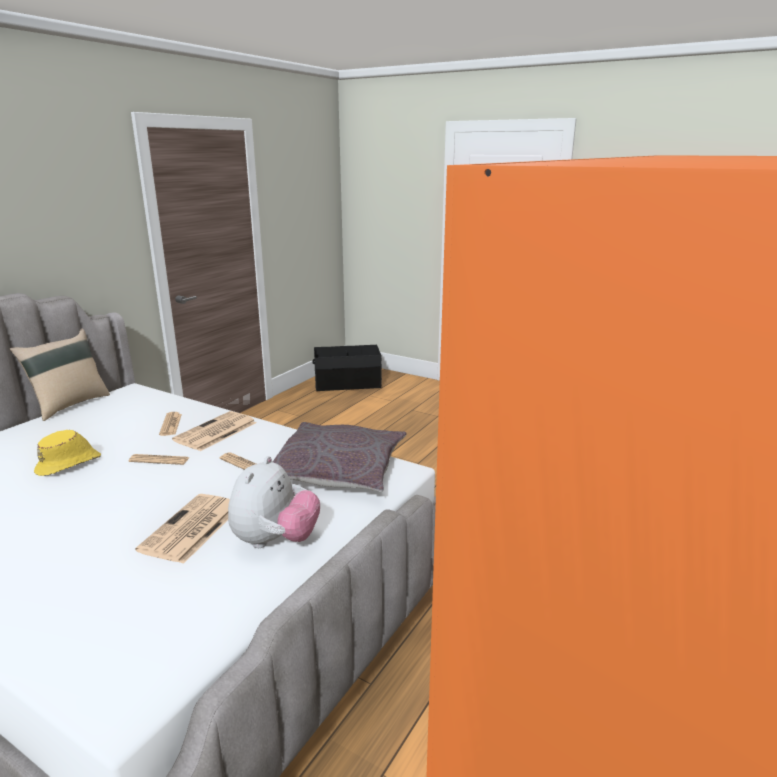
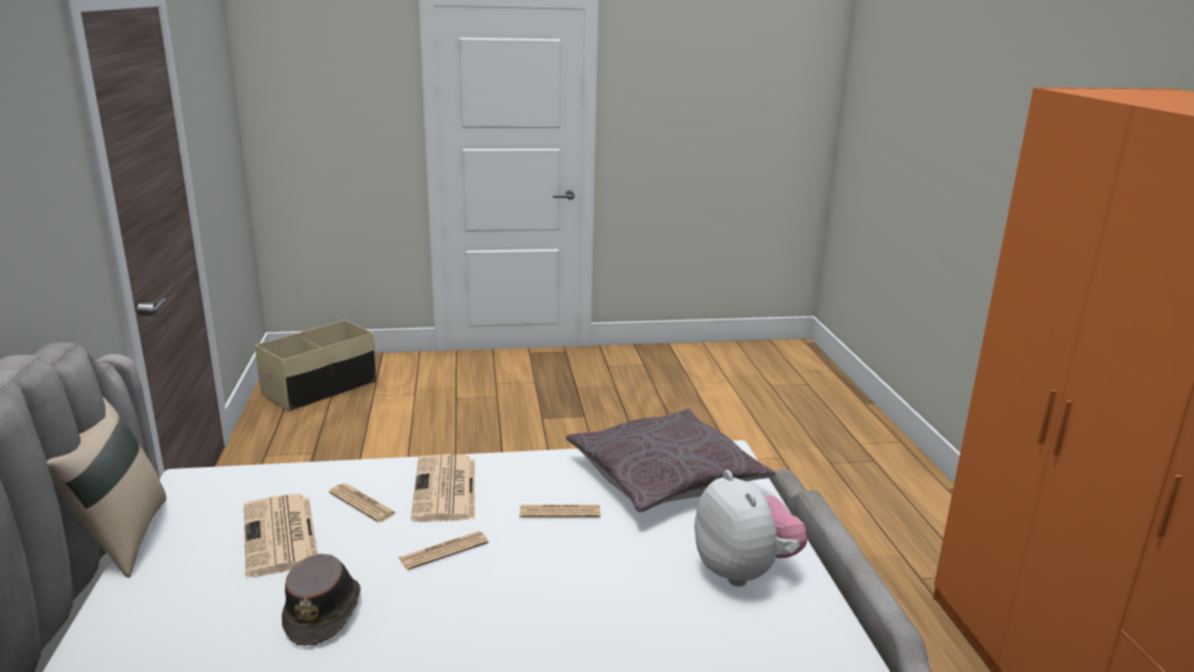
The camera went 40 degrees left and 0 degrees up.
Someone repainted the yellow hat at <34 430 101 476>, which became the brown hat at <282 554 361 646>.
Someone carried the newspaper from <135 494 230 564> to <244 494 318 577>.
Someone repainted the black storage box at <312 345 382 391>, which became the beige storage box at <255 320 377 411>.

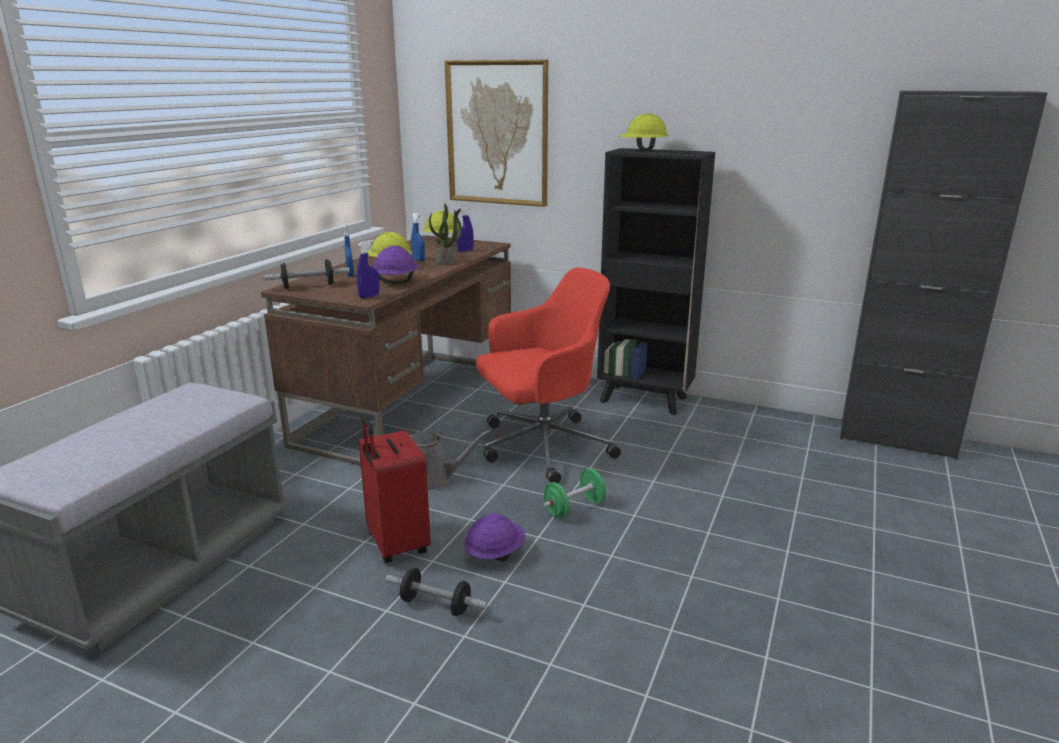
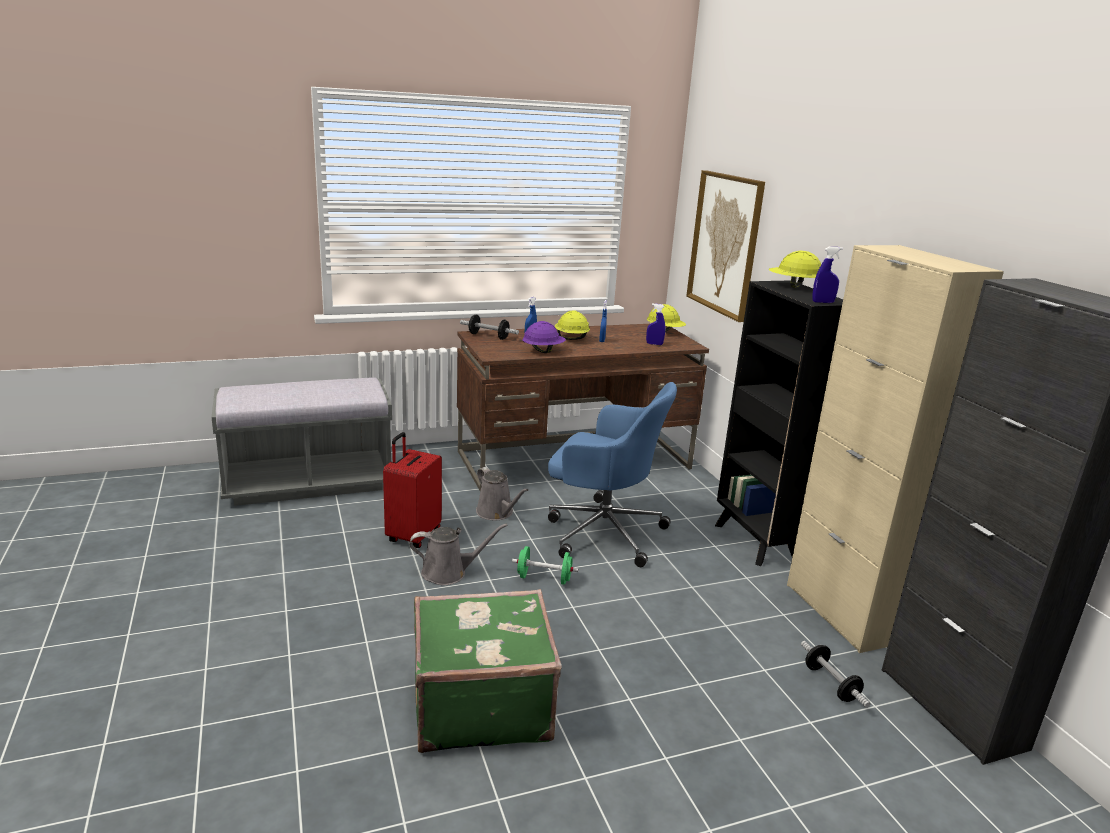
The camera went 45 degrees right and 0 degrees up.
Someone carried the blue spray bottle from <357 240 379 299> to <812 247 843 303>.
Someone carried the dumbbell from <385 568 487 616> to <801 641 870 708>.
Someone took away the potted plant at <429 204 462 265>.
Someone swapped the purple hard hat at <464 513 525 561> for the grey watering can at <410 524 507 585>.
Someone repainted the red office chair at <476 268 621 483>, which became the blue office chair at <548 382 677 567>.
Someone put down the green suitcase at <414 589 562 753>.
Someone put down the beige cabinet at <787 245 1004 653>.

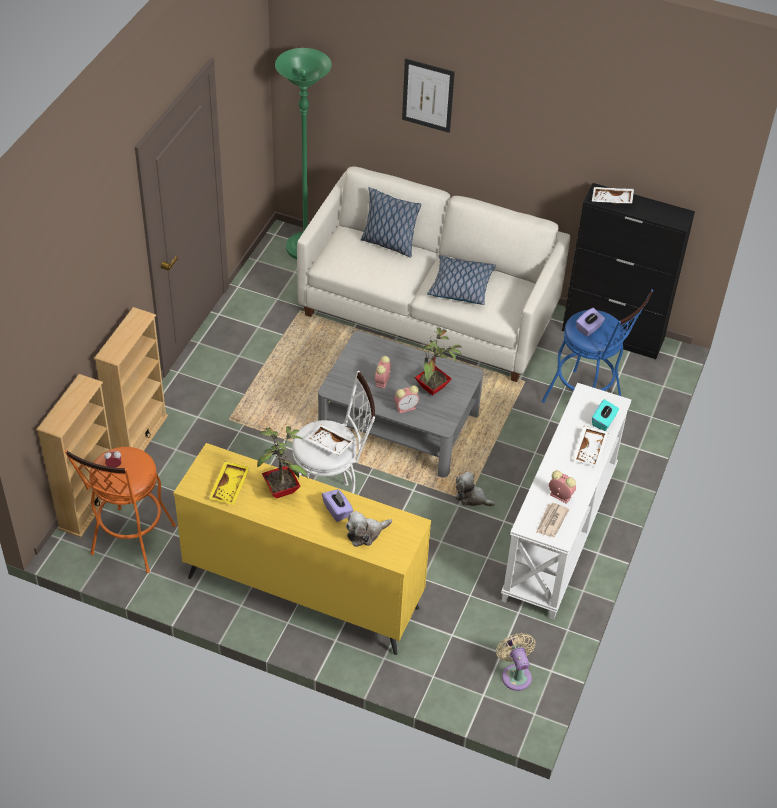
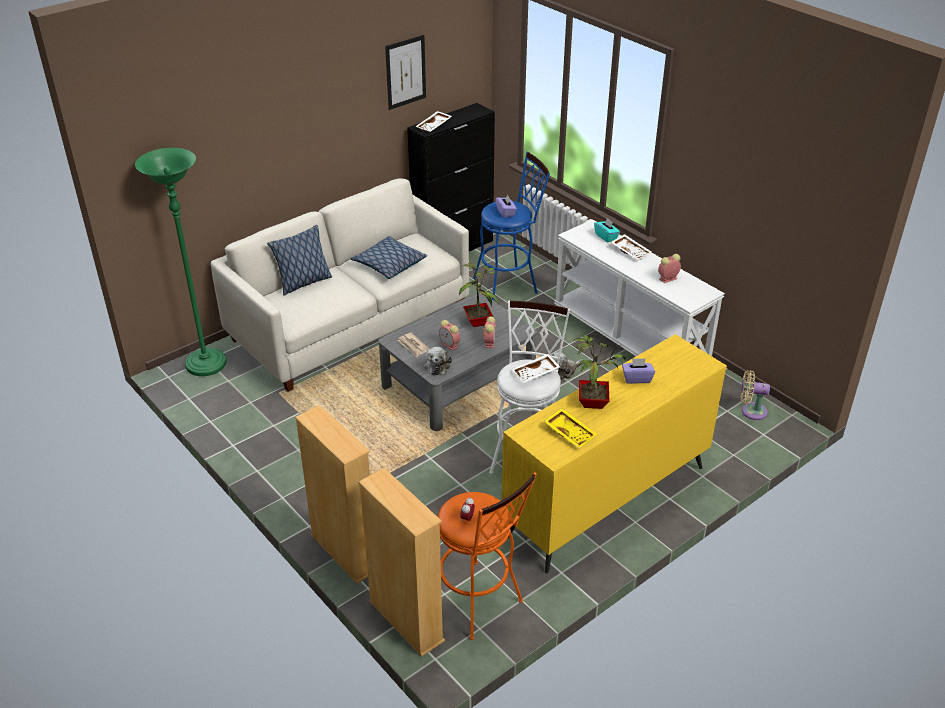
The camera went 60 degrees left and 10 degrees down.
Someone carried the plush toy from <346 511 392 547> to <424 346 452 375>.
Someone carried the picture from <402 58 455 133> to <385 35 426 110>.
Someone carried the newspaper from <536 503 569 537> to <397 332 430 357>.

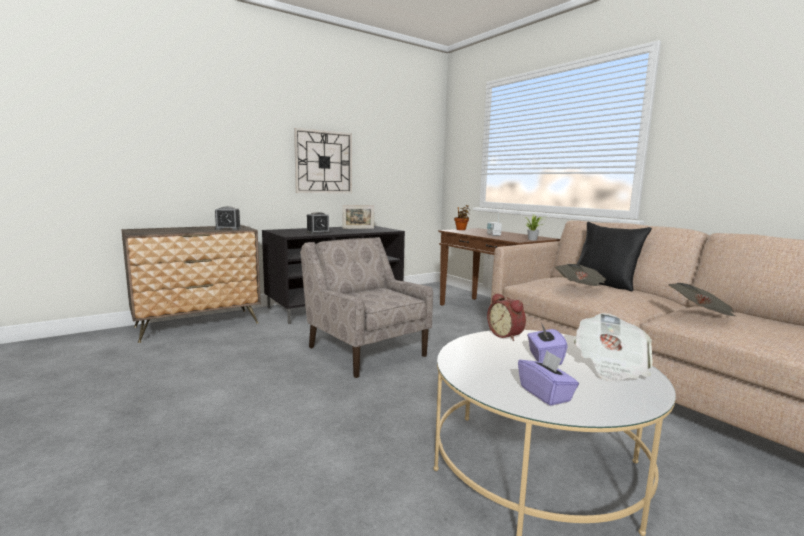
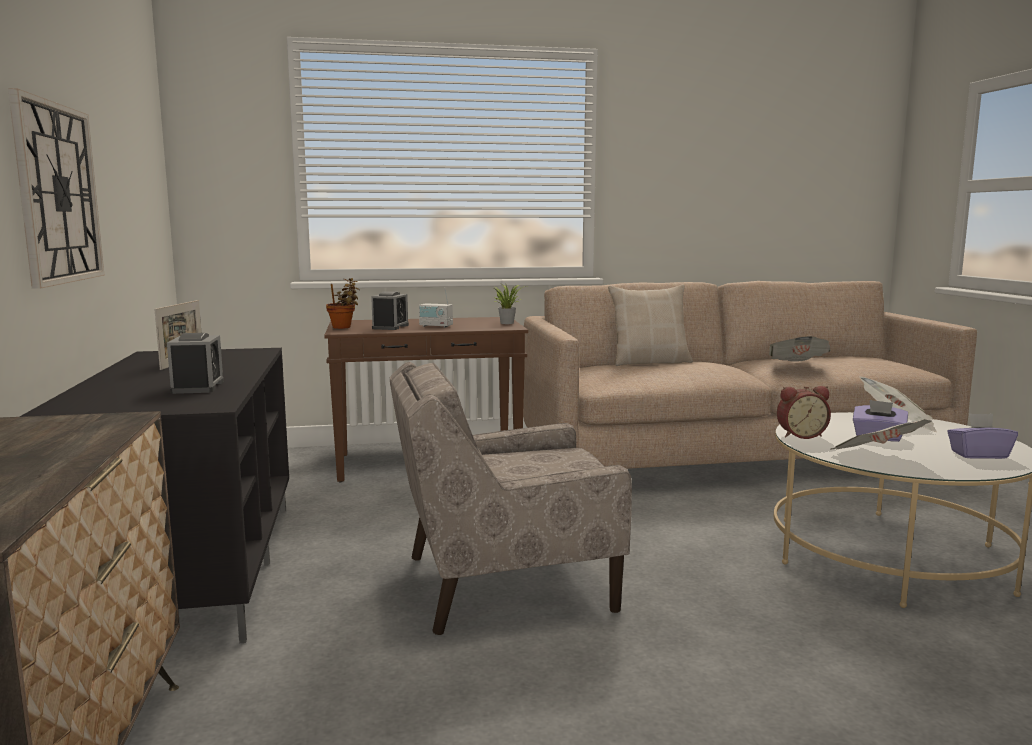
The camera went 65 degrees left and 0 degrees up.
Someone carried the alarm clock from <215 206 241 230> to <371 291 409 330>.
Someone carried the newspaper from <555 264 606 286> to <831 419 931 450>.
Someone repainted the black pillow at <577 222 652 292>, which became the beige pillow at <608 284 693 366>.

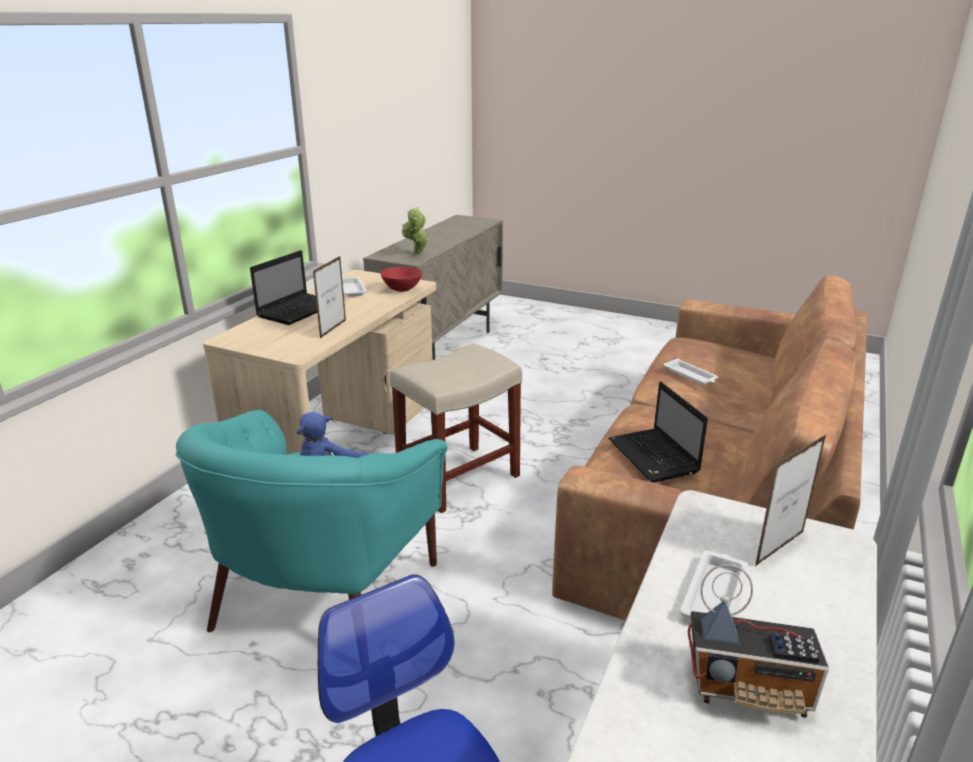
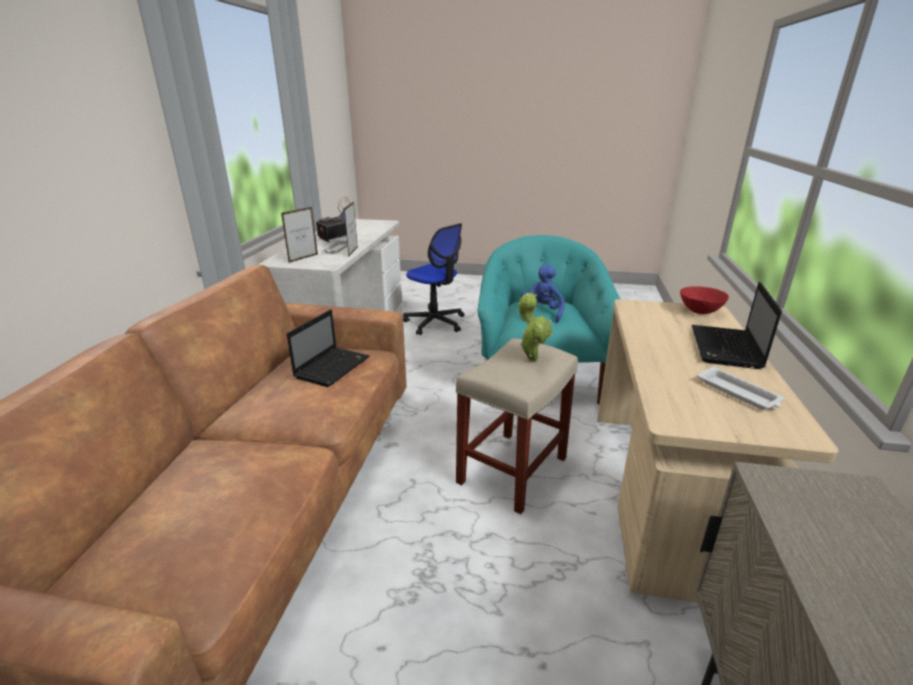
The camera went 165 degrees right and 0 degrees up.
Someone carried the picture frame from <313 256 346 338> to <344 201 358 256>.
Someone carried the red bowl from <381 267 422 292> to <680 286 729 314>.
Someone carried the potted plant from <402 207 429 255> to <519 293 553 362>.
Someone rotated the laptop at <608 382 708 482> by 60 degrees clockwise.
Someone took away the white tray at <663 359 718 385>.
Someone rotated the radio at <688 564 829 718> by 45 degrees counterclockwise.

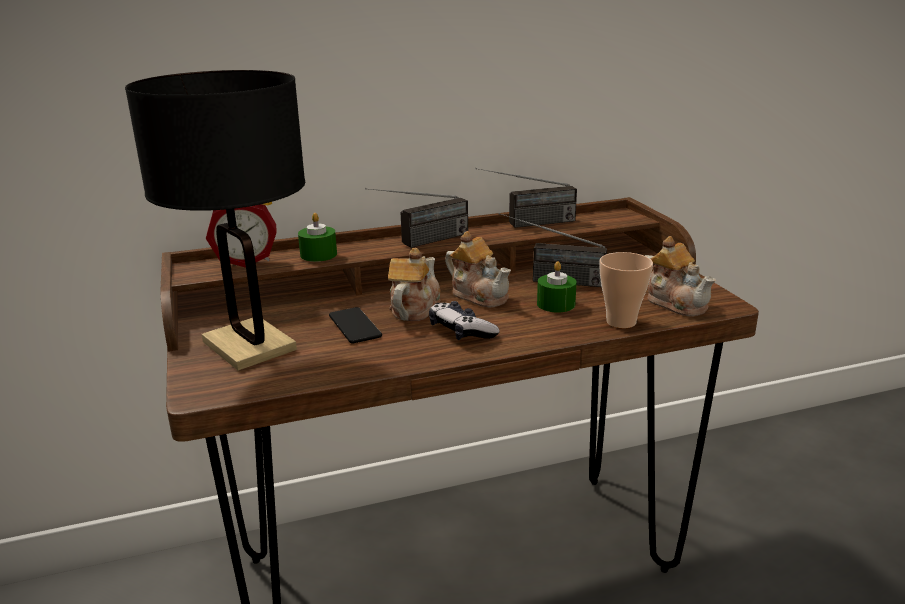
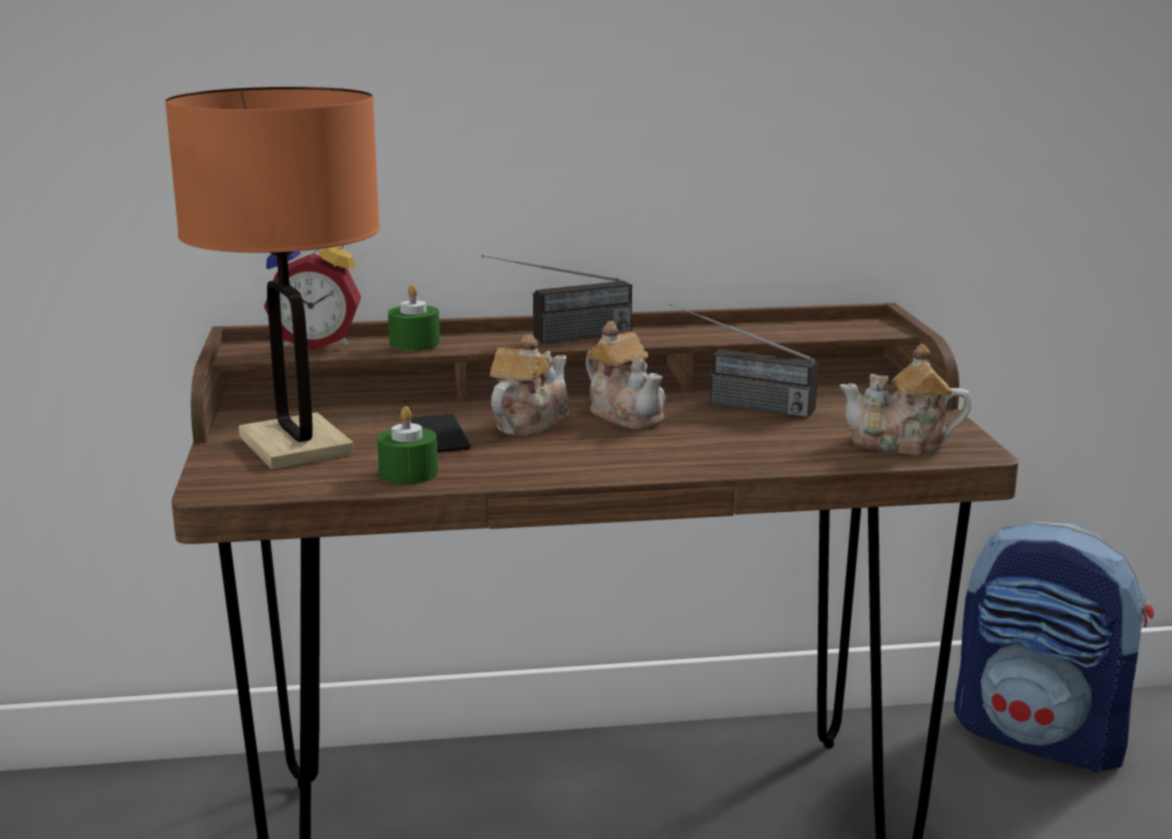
The camera went 10 degrees right and 5 degrees down.
Someone repainted the black table lamp at <125 70 305 371>, which became the orange table lamp at <165 87 380 469>.
Someone took away the game controller at <429 301 500 340>.
Someone took away the radio at <475 168 577 228>.
Someone carried the green candle from <537 261 577 313> to <377 406 438 484>.
Someone took away the cup at <599 252 653 328>.
Someone rotated the teapot at <645 236 716 317> by 120 degrees clockwise.
Someone put down the backpack at <954 522 1154 773>.

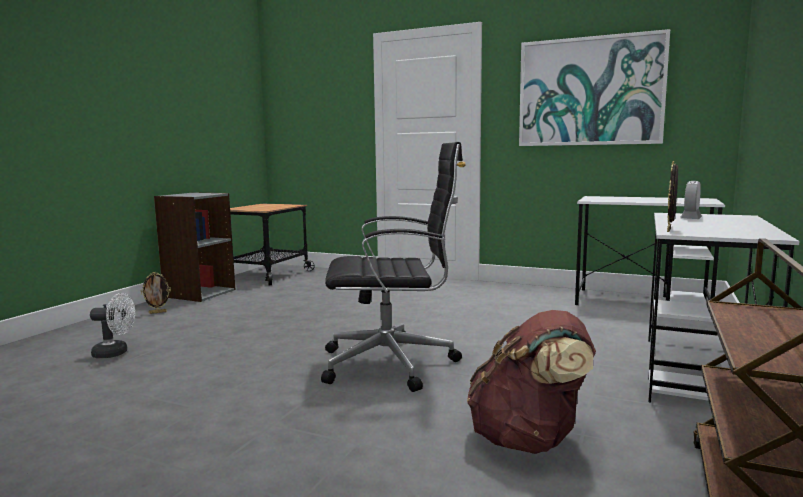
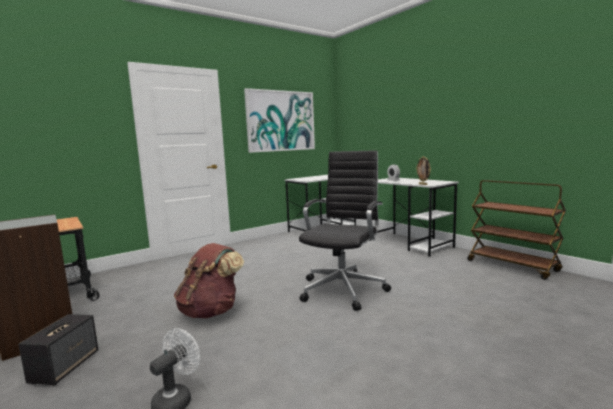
The camera went 60 degrees left and 0 degrees up.
Someone swapped the picture frame at <141 272 171 314> for the speaker at <18 314 98 386>.
Someone carried the brown backpack from <467 310 596 454> to <174 243 244 318>.

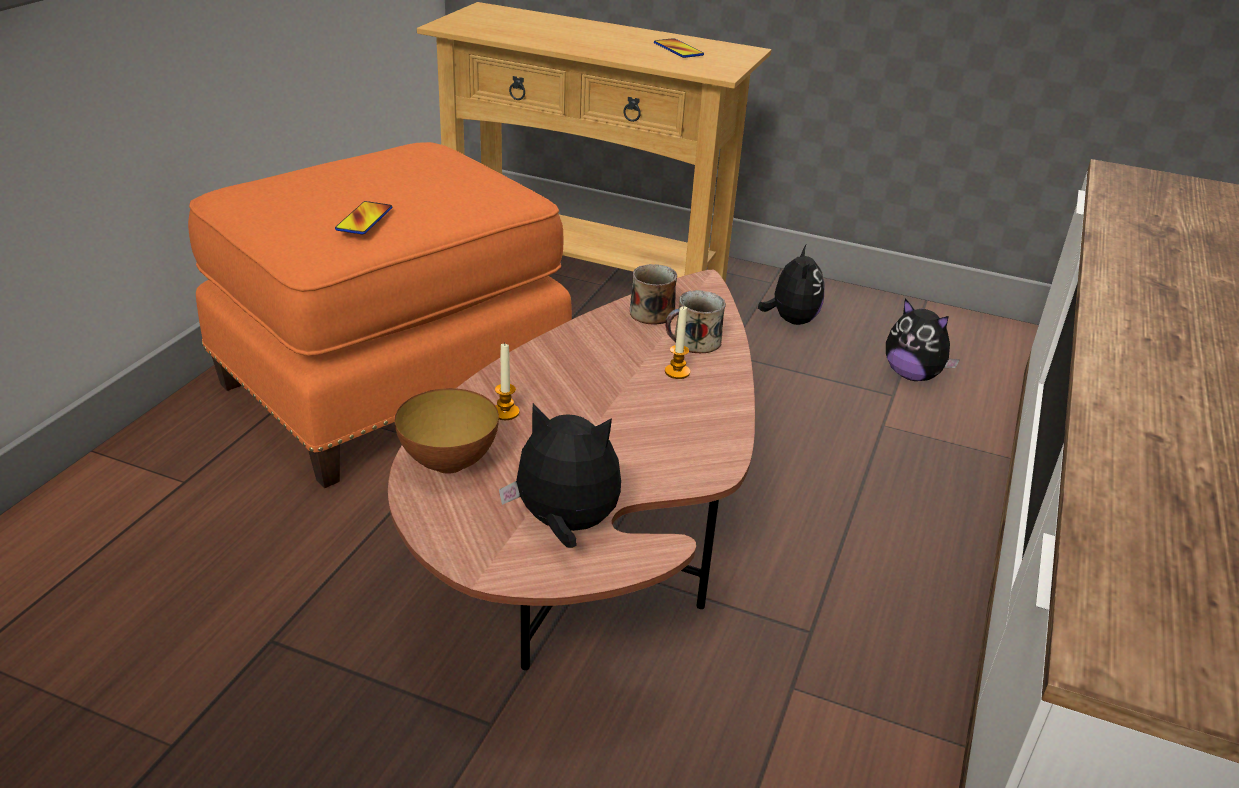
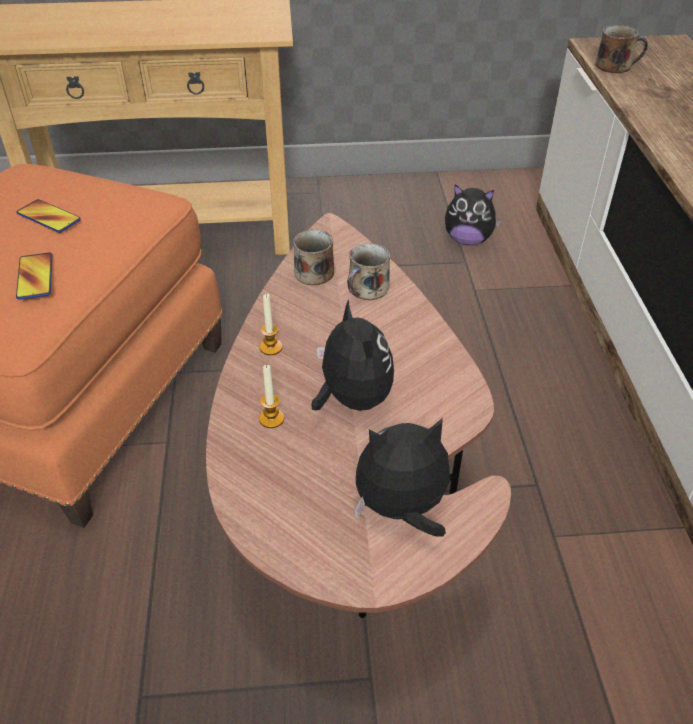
The camera went 25 degrees left and 10 degrees up.
Someone took away the bowl at <394 388 499 474>.
Someone carried the phone from <654 38 704 58> to <16 199 81 233>.
Someone carried the candle from <665 305 690 379> to <259 294 283 355>.
Someone carried the plush toy from <758 245 825 325> to <311 299 394 411>.
Someone put down the mug at <595 25 648 73>.

